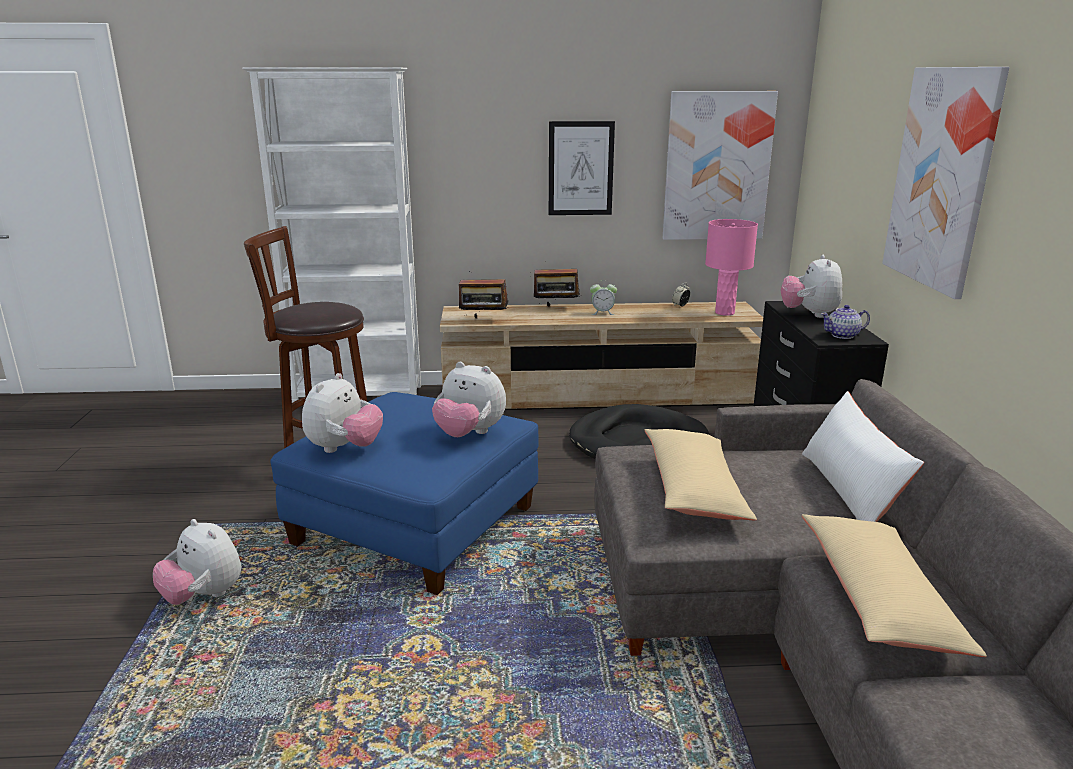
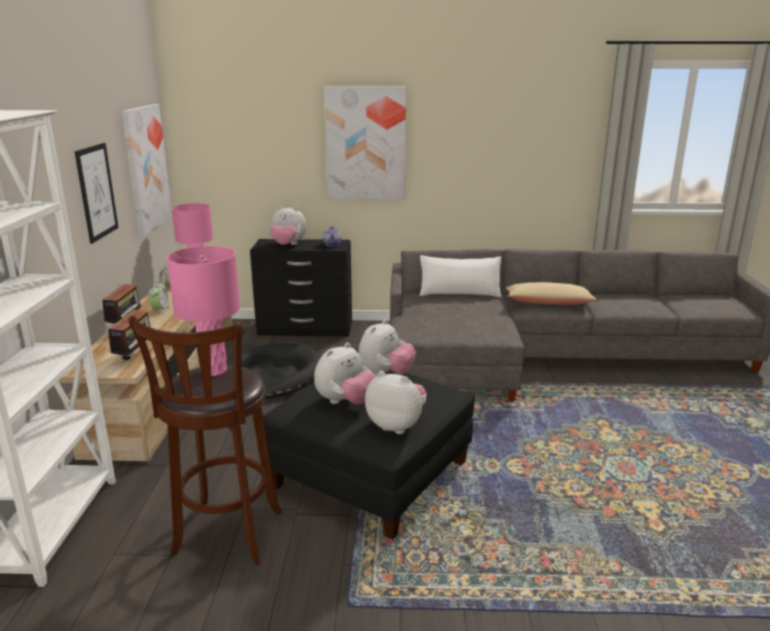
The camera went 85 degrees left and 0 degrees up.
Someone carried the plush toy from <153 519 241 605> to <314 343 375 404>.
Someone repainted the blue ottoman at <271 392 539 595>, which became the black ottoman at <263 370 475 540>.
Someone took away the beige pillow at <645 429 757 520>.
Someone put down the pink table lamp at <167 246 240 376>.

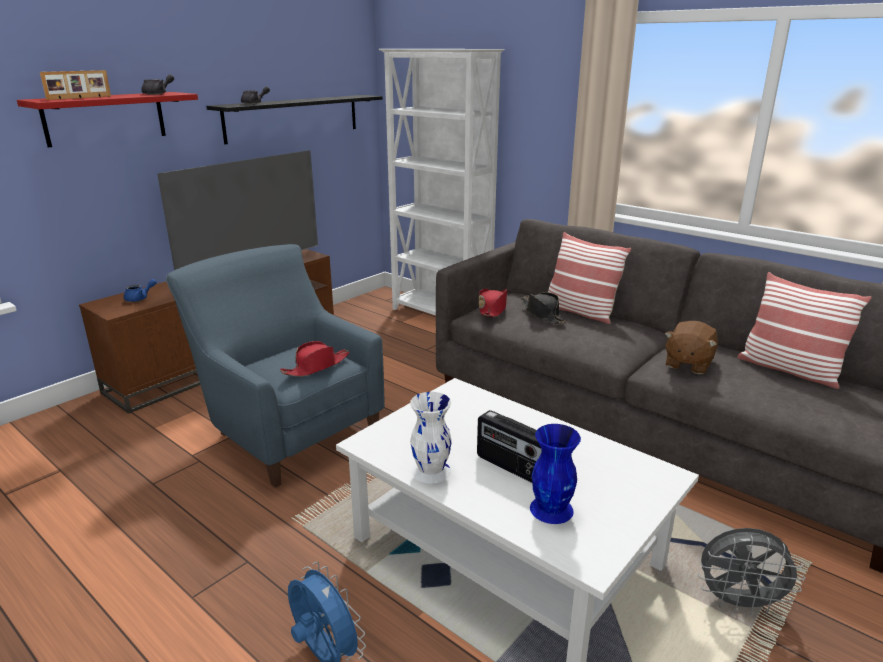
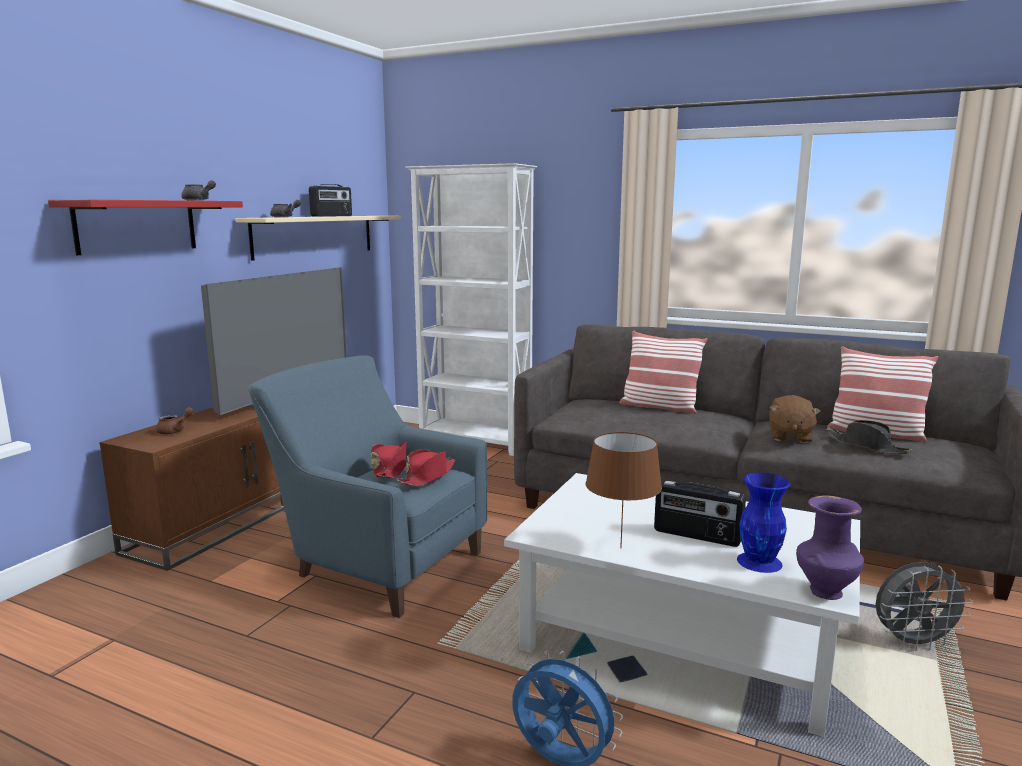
The camera went 15 degrees left and 10 degrees down.
Someone took away the picture frame at <40 70 111 100>.
Someone repainted the blue teapot at <124 279 157 302>, which became the brown teapot at <156 407 194 434>.
Someone repainted the black shelf at <206 95 383 144>, which became the beige shelf at <235 216 401 261>.
Someone swapped the white vase at <410 392 452 483> for the brown table lamp at <586 432 662 548>.
Someone carried the red hat from <479 289 507 317> to <371 442 406 478>.
Someone carried the black hat from <521 292 566 324> to <826 420 912 454>.
Someone put down the radio at <309 184 352 217>.
Someone put down the purple vase at <796 496 864 600>.

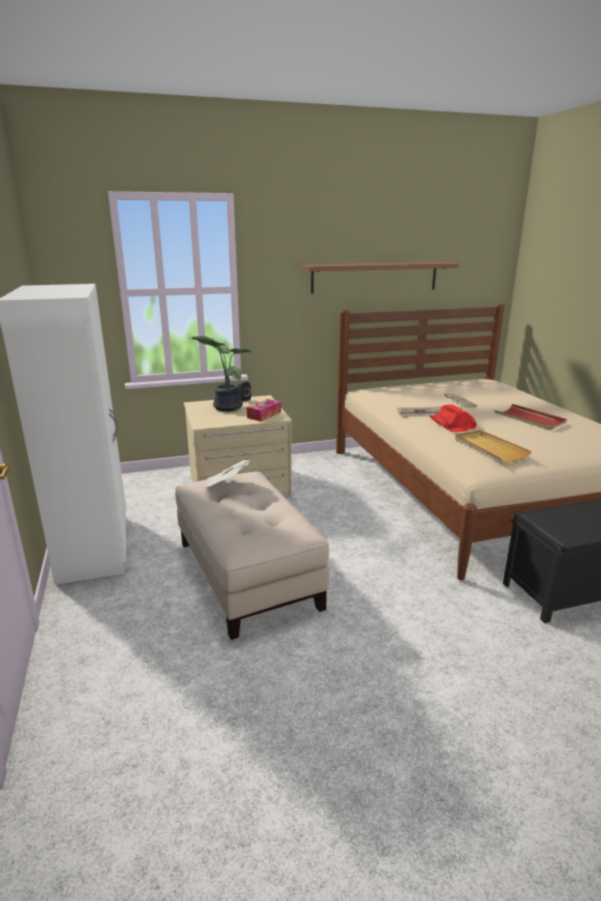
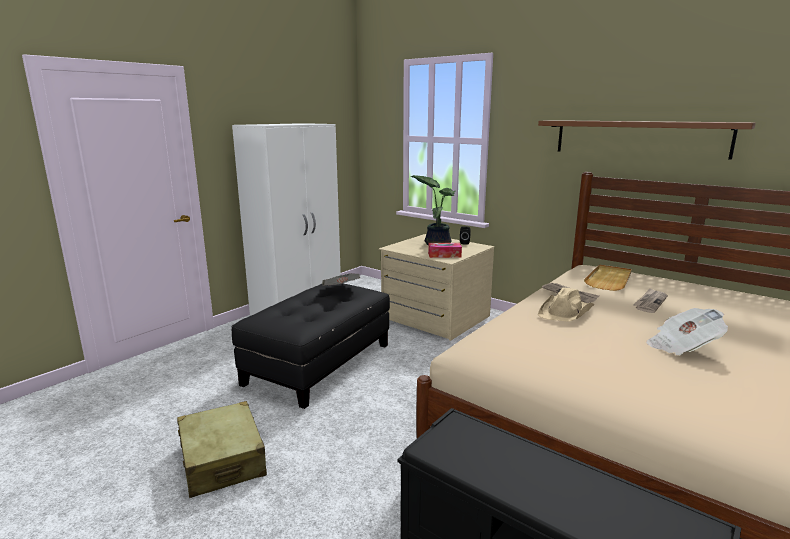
The camera went 55 degrees right and 5 degrees down.
Someone repainted the beige ottoman at <175 471 329 640>, which became the black ottoman at <231 283 390 409>.
Someone repainted the red hat at <429 404 477 432>, which became the beige hat at <538 287 594 322>.
Someone carried the beige tray from <455 430 532 462> to <584 264 632 291>.
Someone swapped the red tray at <495 404 567 430> for the newspaper at <646 308 728 355>.
Someone put down the beige suitcase at <177 401 267 498>.

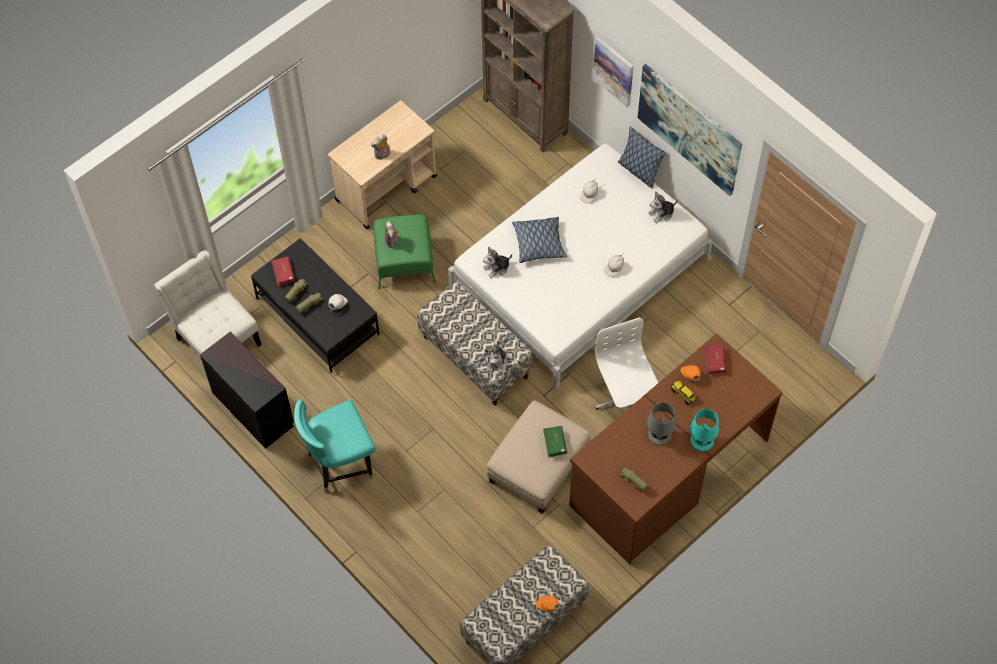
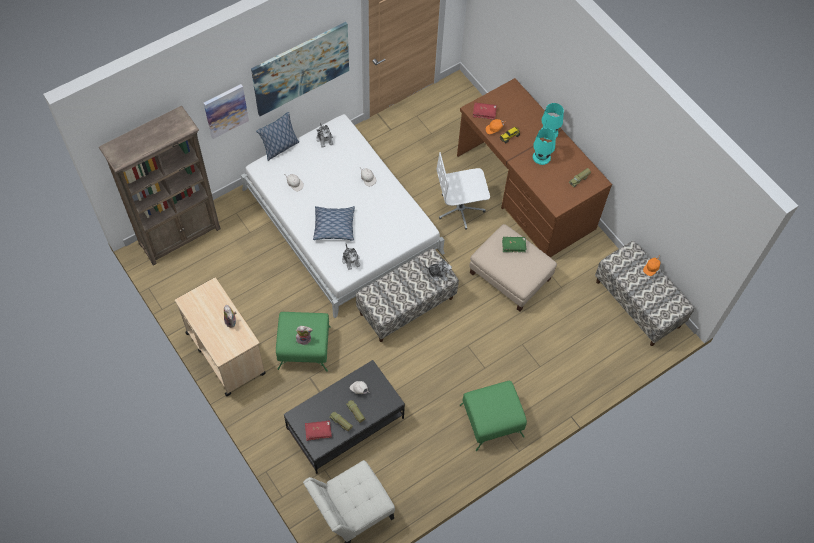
The camera went 85 degrees left and 0 degrees up.
Someone took away the black dresser at <200 332 294 449>.
Someone swapped the turquoise chair at <294 399 376 493> for the green ottoman at <459 381 527 451>.
Someone repainted the grey table lamp at <647 402 676 445>, which became the turquoise table lamp at <533 128 556 165>.

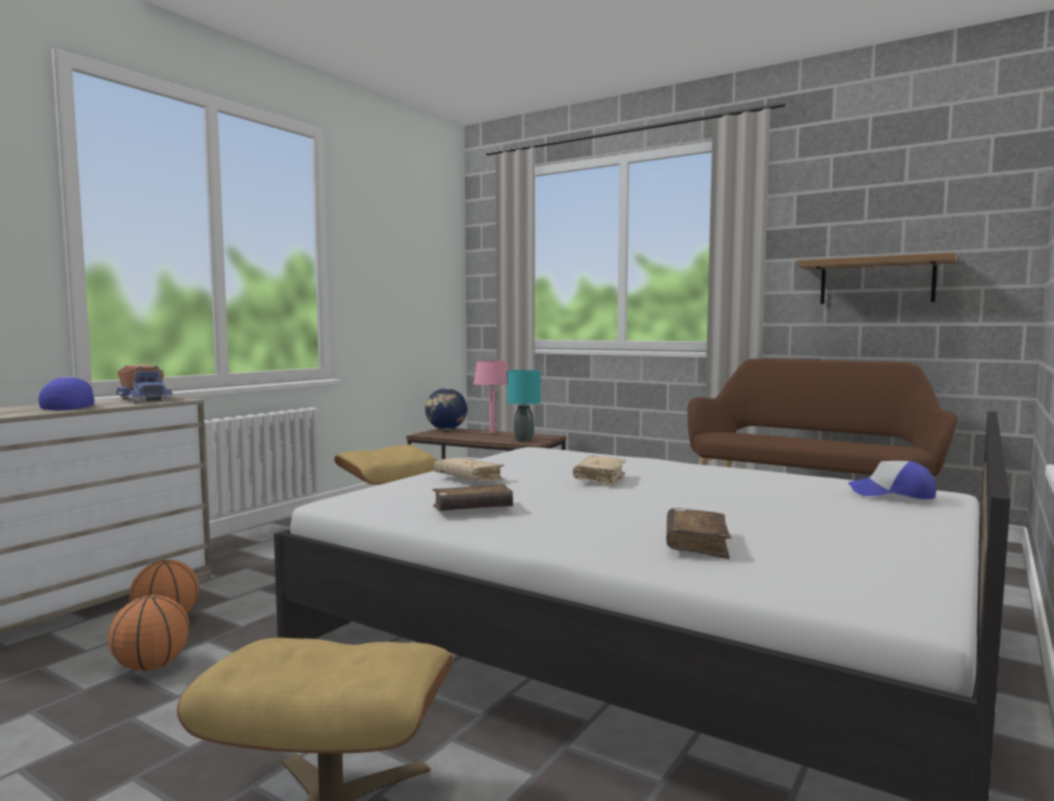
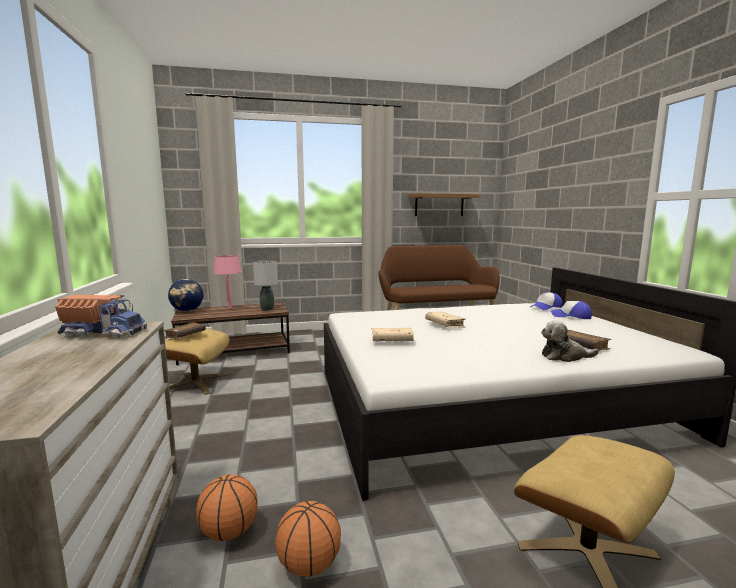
The camera went 45 degrees left and 5 degrees up.
Someone carried the cap from <38 377 94 410> to <551 301 592 319>.
Someone carried the brown book from <432 484 514 511> to <164 322 206 338>.
Someone repainted the turquoise table lamp at <507 370 541 442>, which became the grey table lamp at <253 261 278 311>.
Someone put down the plush toy at <541 320 599 362>.

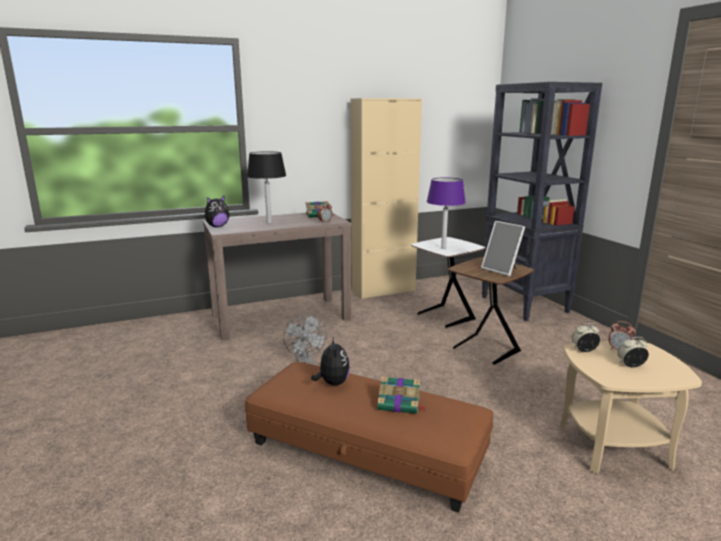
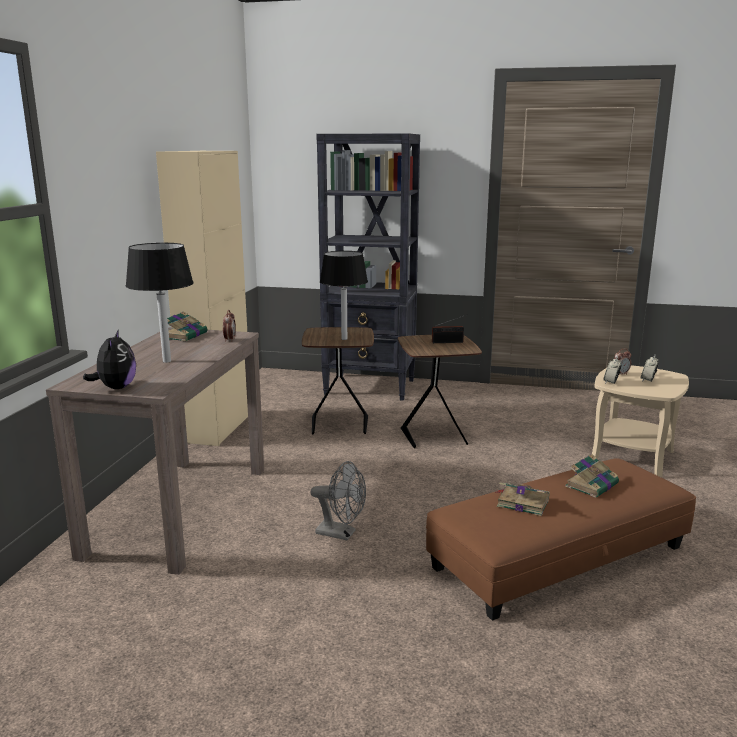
The camera went 55 degrees left and 0 degrees up.
Someone swapped the plush toy at <311 337 350 386> for the book at <496 482 550 516>.
Someone repainted the white side table at <411 237 485 328>, which became the brown side table at <302 327 374 434>.
Someone repainted the purple table lamp at <427 177 466 249>, which became the black table lamp at <320 251 368 340>.
Someone swapped the picture frame at <481 221 525 276> for the radio at <432 316 464 343>.

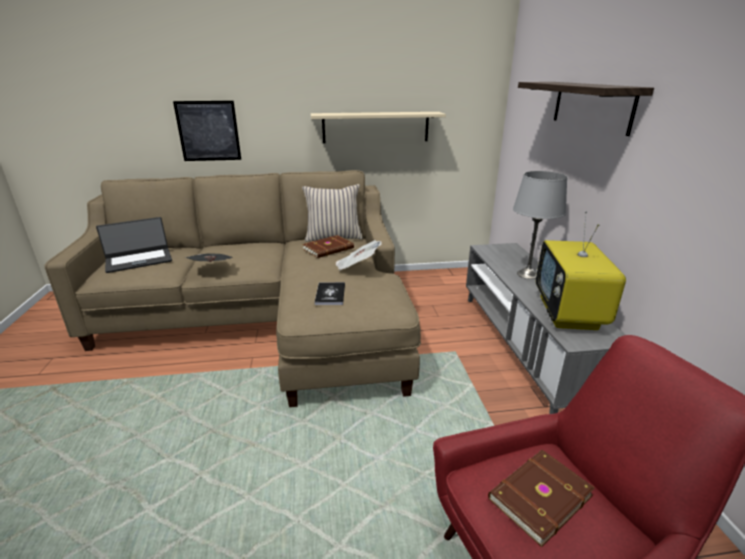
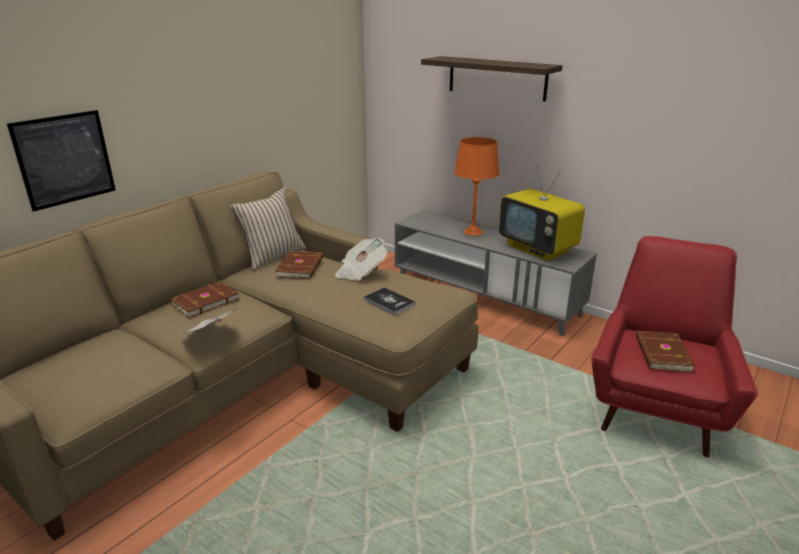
The camera went 45 degrees left and 0 degrees up.
Someone took away the laptop at <96 217 172 273>.
Someone took away the beige shelf at <311 112 446 143>.
Someone repainted the grey table lamp at <513 171 567 279>, which became the orange table lamp at <454 137 500 236>.
Someone put down the brown book at <170 281 240 318>.

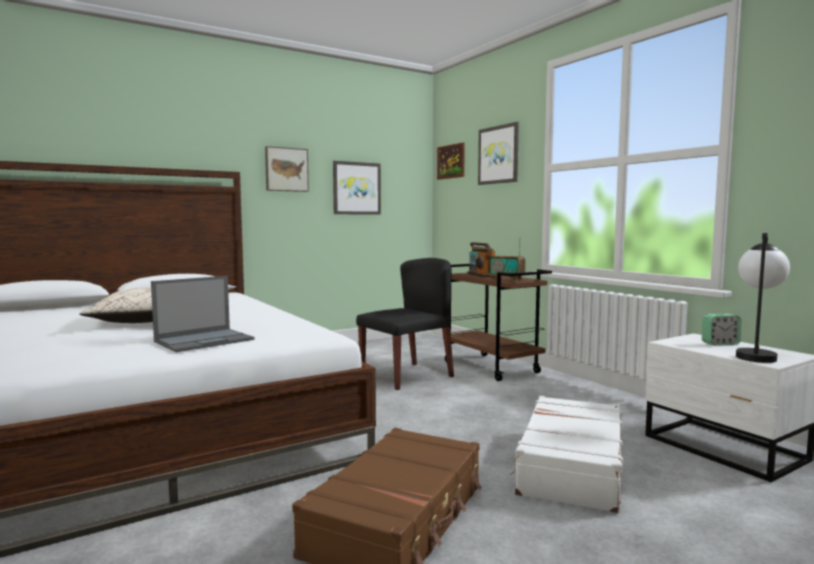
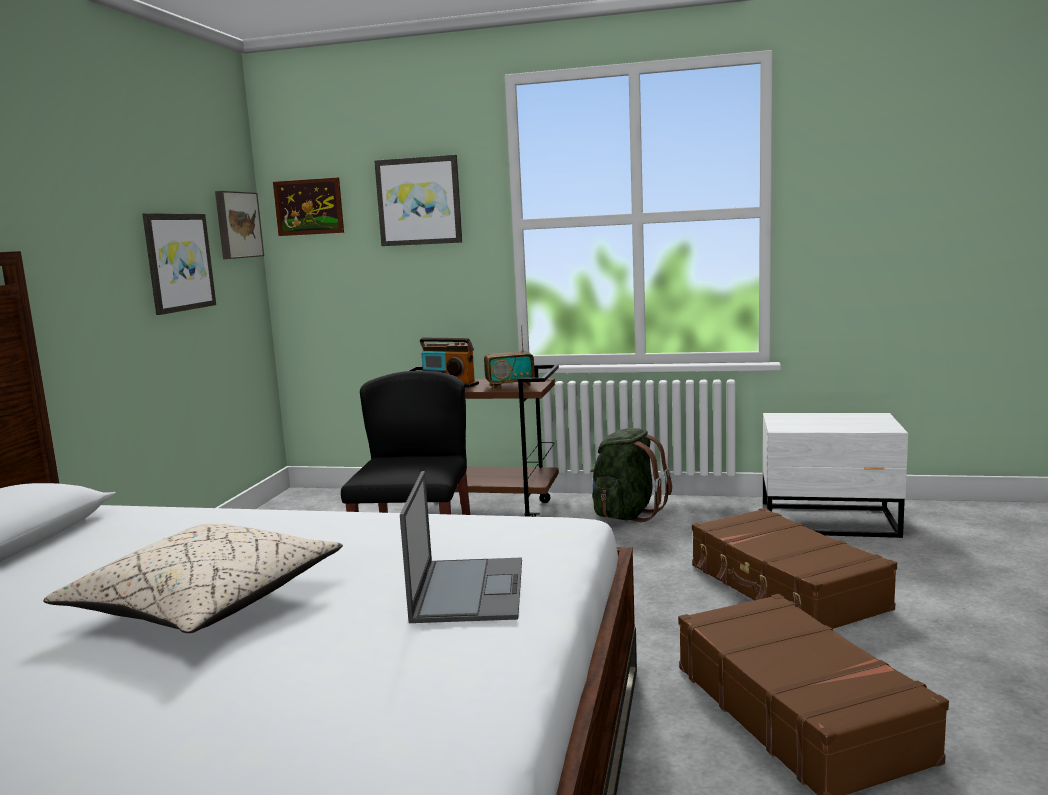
The camera went 45 degrees left and 5 degrees up.
Someone carried the picture from <265 146 309 192> to <215 191 264 259>.
Someone repainted the white suitcase at <509 396 623 513>, which became the brown suitcase at <692 508 897 629>.
Someone took away the alarm clock at <702 314 741 346>.
Someone took away the table lamp at <736 233 790 363>.
Someone put down the green backpack at <590 428 672 522>.

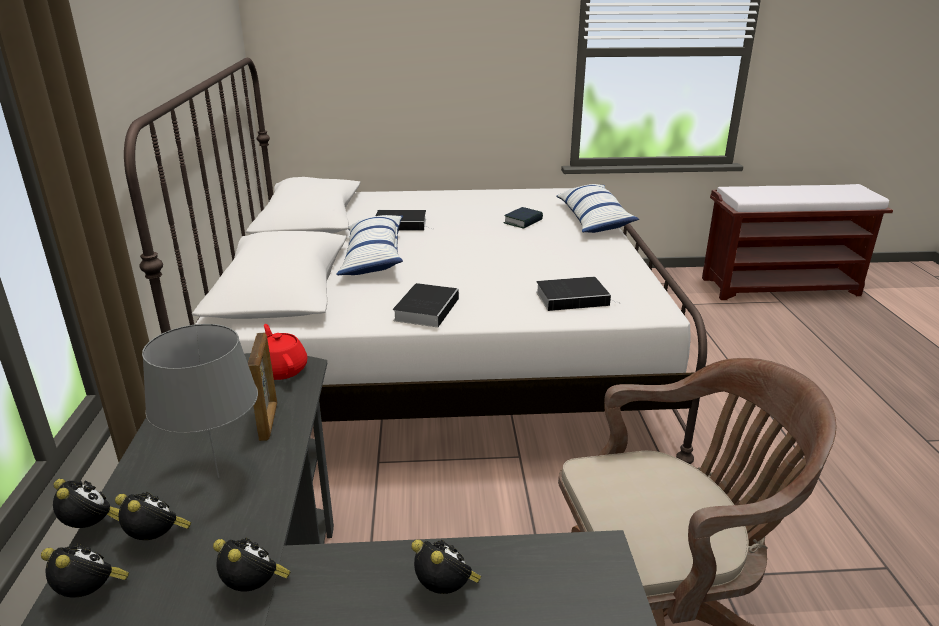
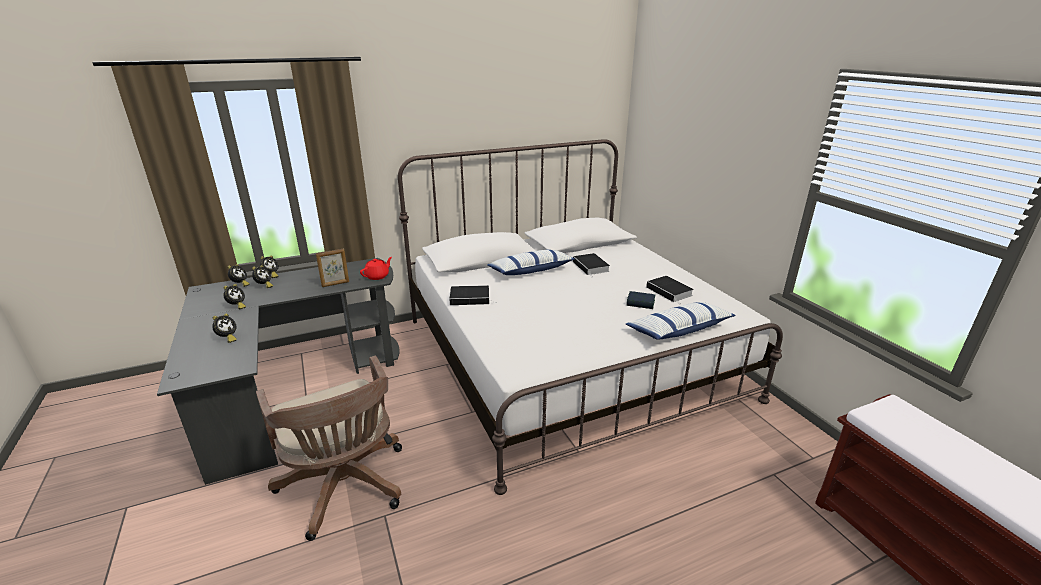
The camera went 70 degrees right and 0 degrees up.
Someone took away the grey table lamp at <142 324 258 478>.
Someone carried the book from <536 277 617 311> to <646 276 694 302>.

